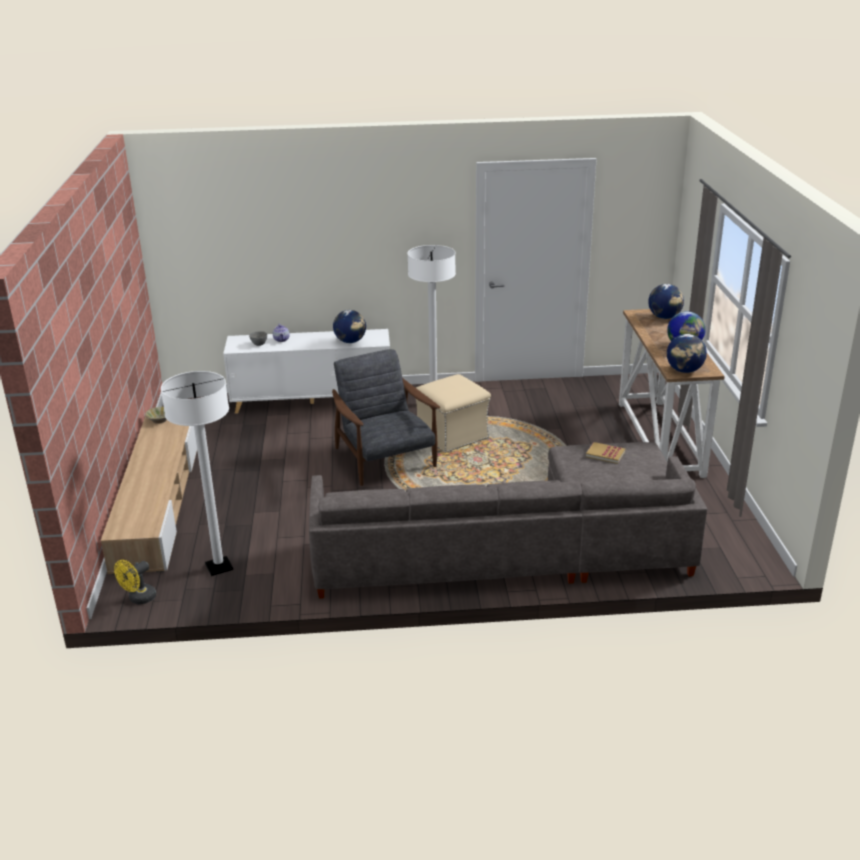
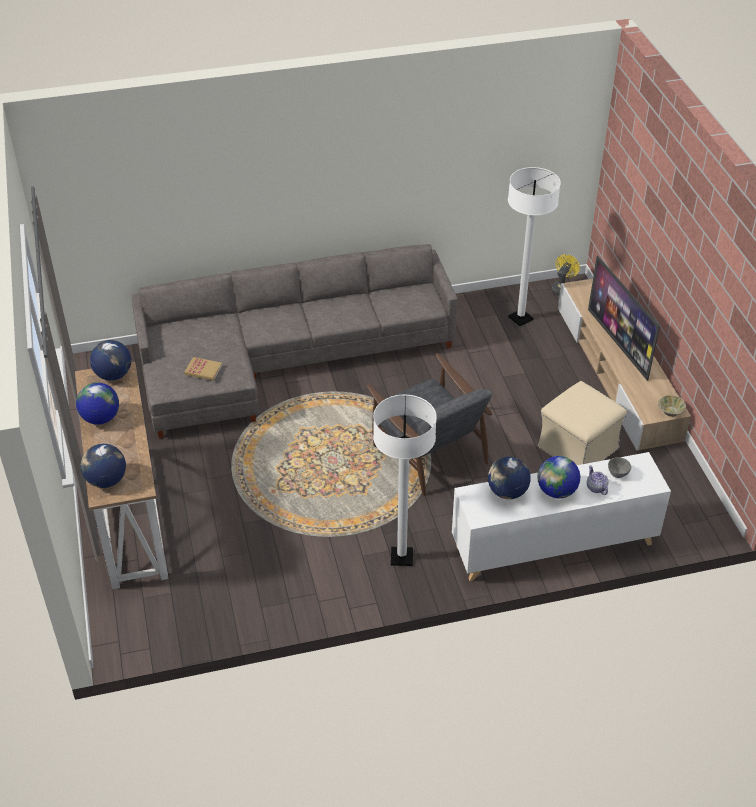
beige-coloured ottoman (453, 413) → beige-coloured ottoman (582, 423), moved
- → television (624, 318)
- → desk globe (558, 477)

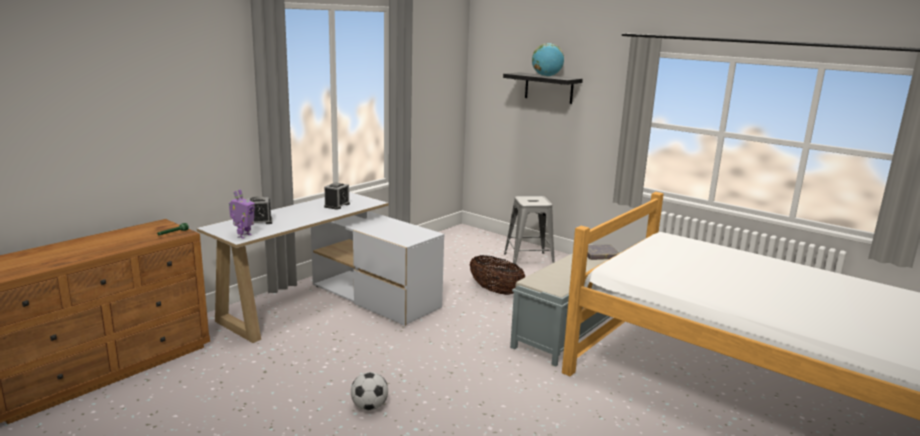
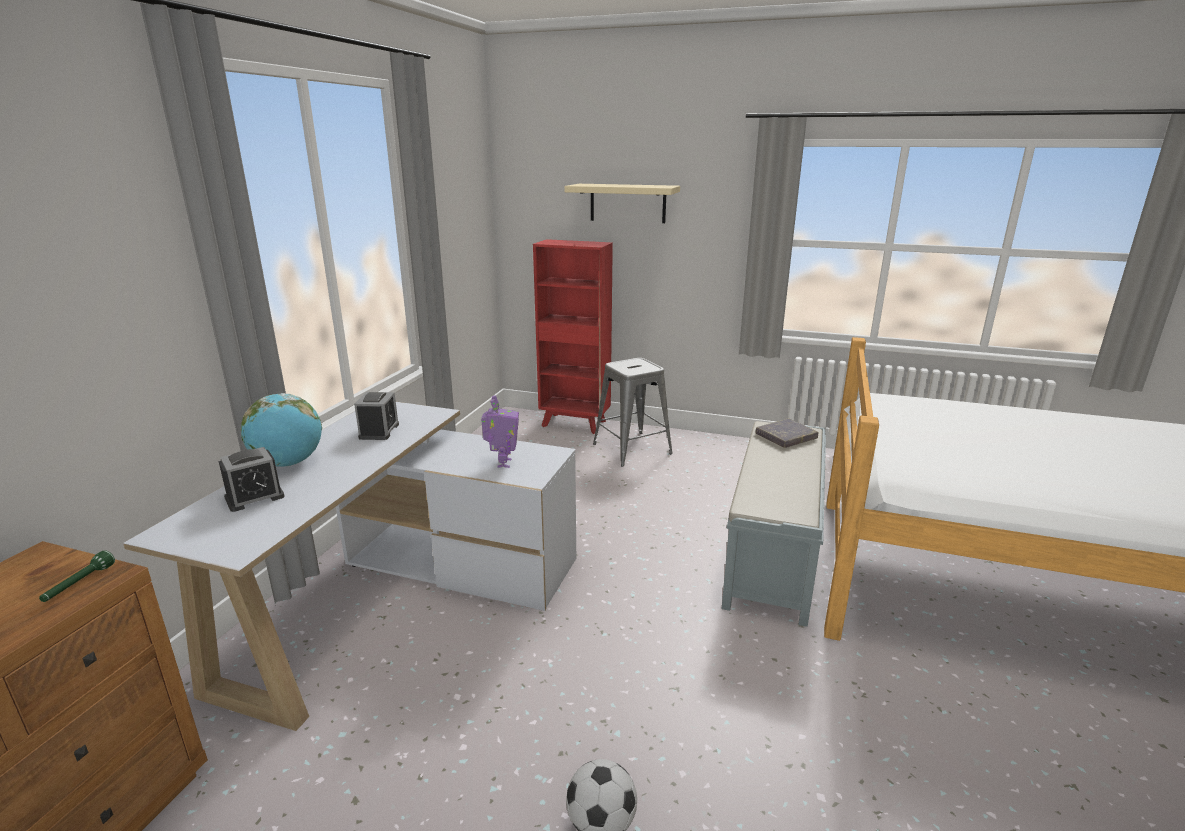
desk globe (548, 60) → desk globe (281, 430), moved
black bracket shelf (543, 88) → beige-coloured bracket shelf (622, 203)
model robot (242, 214) → model robot (500, 431), moved
household basket (497, 275) → -
- → red shelving unit (573, 336)

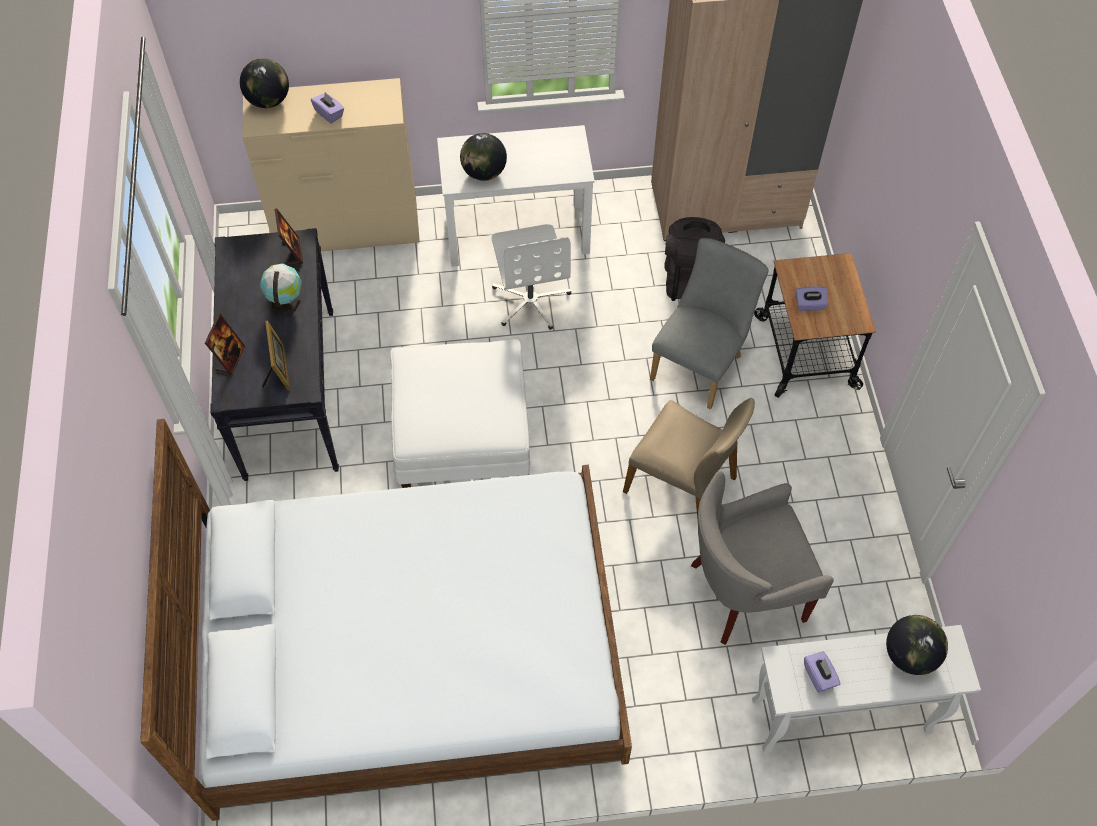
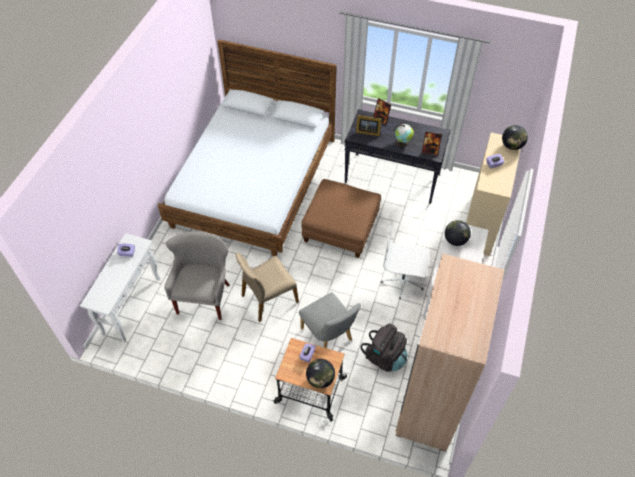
white-coloured ottoman (460, 413) → brown ottoman (341, 218)
desk globe (917, 645) → desk globe (320, 373), moved

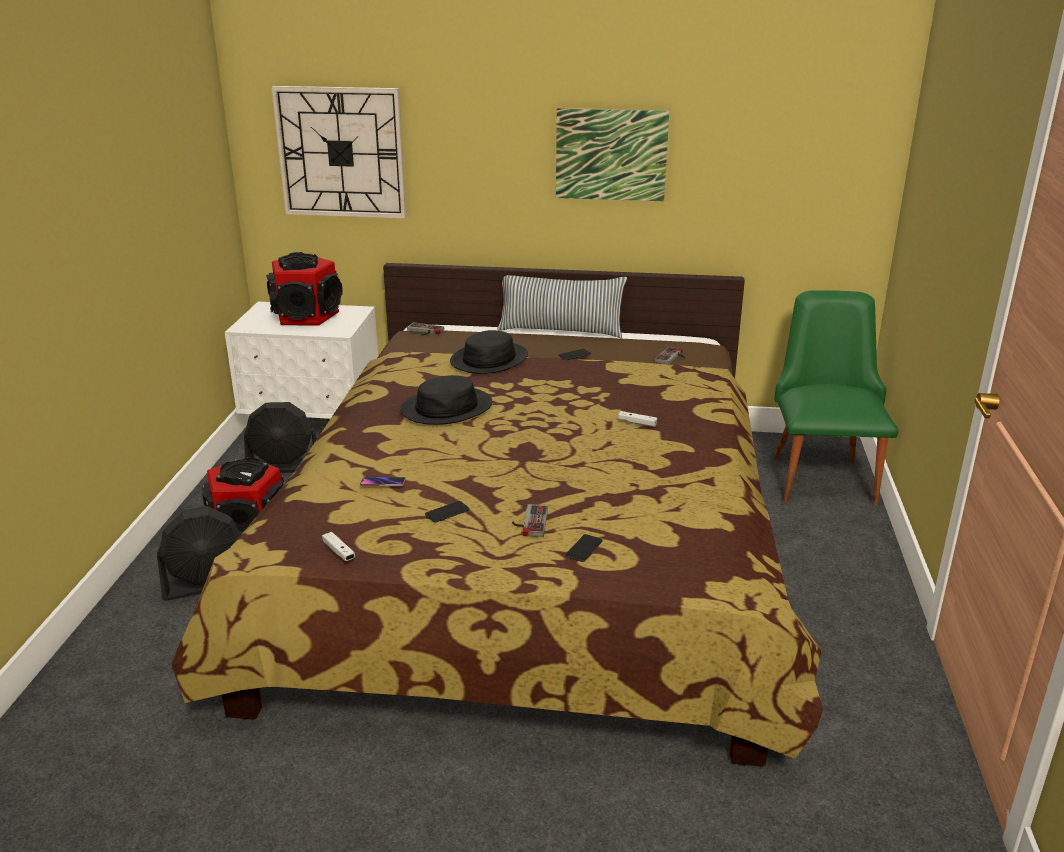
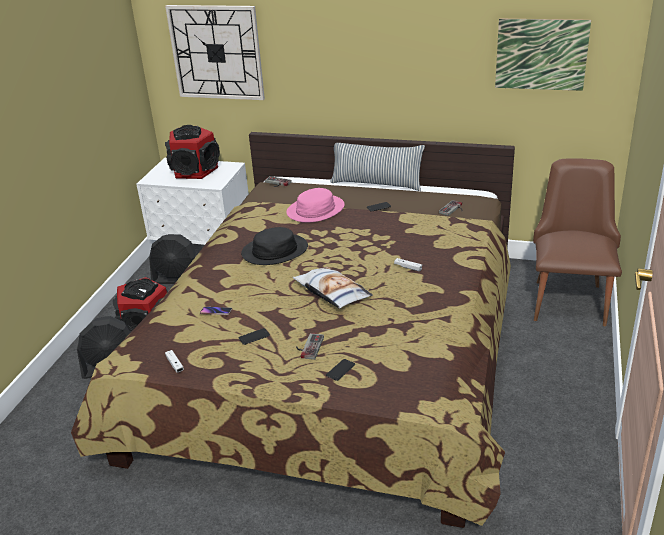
picture (613, 154) → picture (543, 55), moved
greenish plain chair (836, 398) → brown plain chair (577, 243)
black clothing hat (489, 352) → pink clothing hat (315, 205)
- → cushion (332, 288)

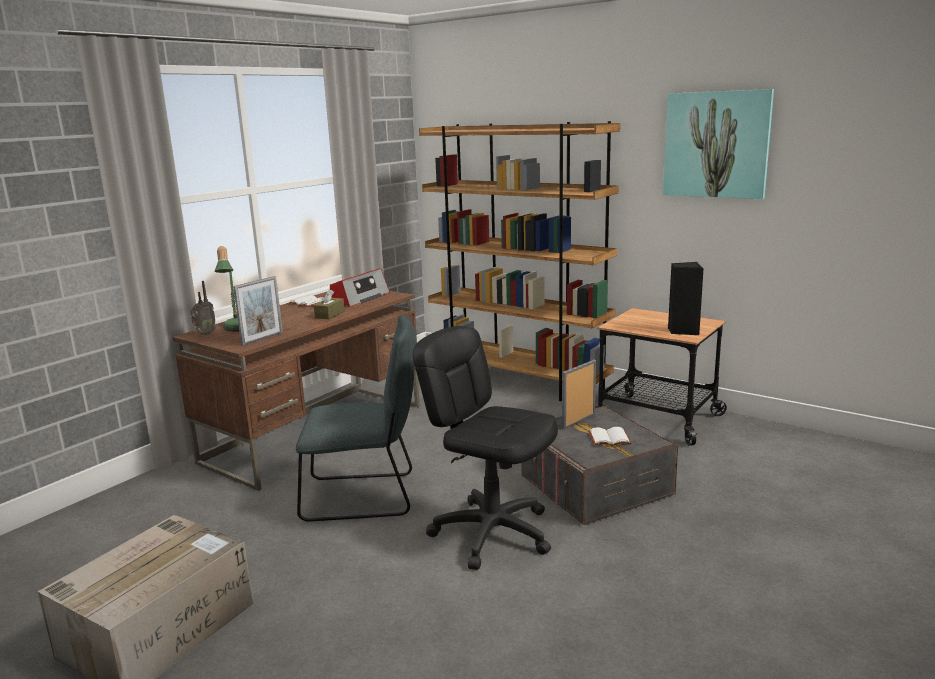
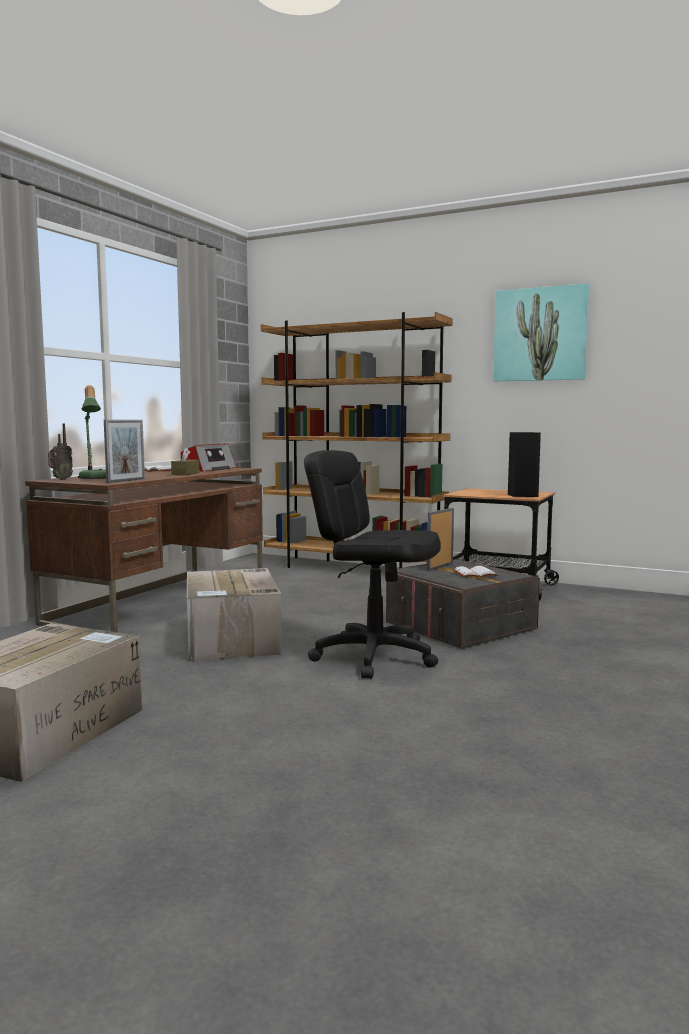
gray plain chair (356, 418) → carton (234, 614)

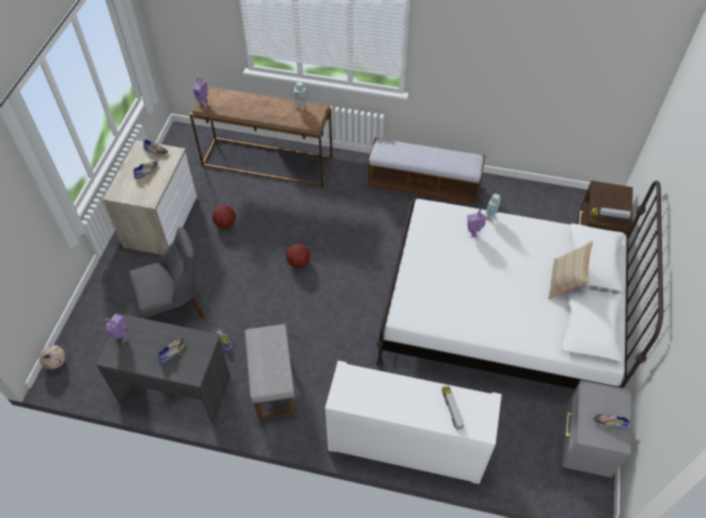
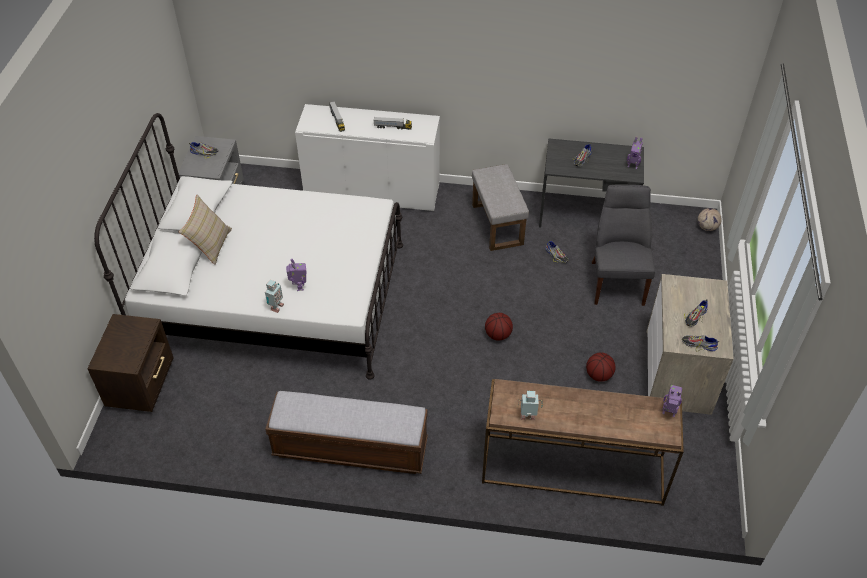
toy truck (611, 213) → toy truck (393, 123), moved
gray plain chair (167, 273) → gray plain chair (623, 245), 120 degrees clockwise

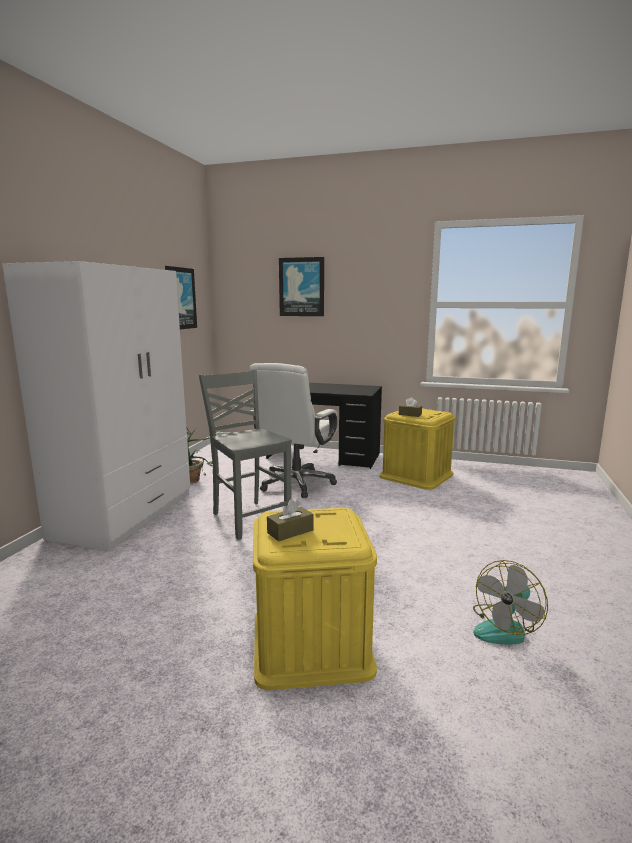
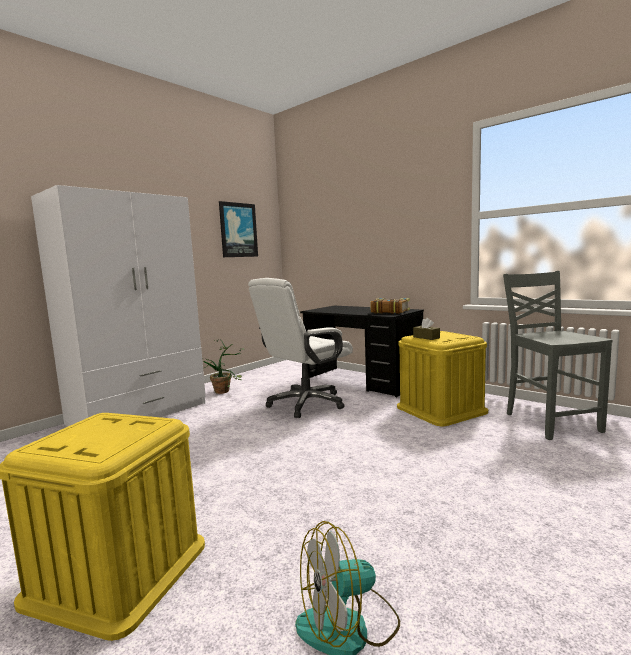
picture (301, 286) → -
gray plain chair (245, 455) → gray plain chair (557, 355), moved
brown box of tissues (290, 520) → -
- → bound book (390, 306)

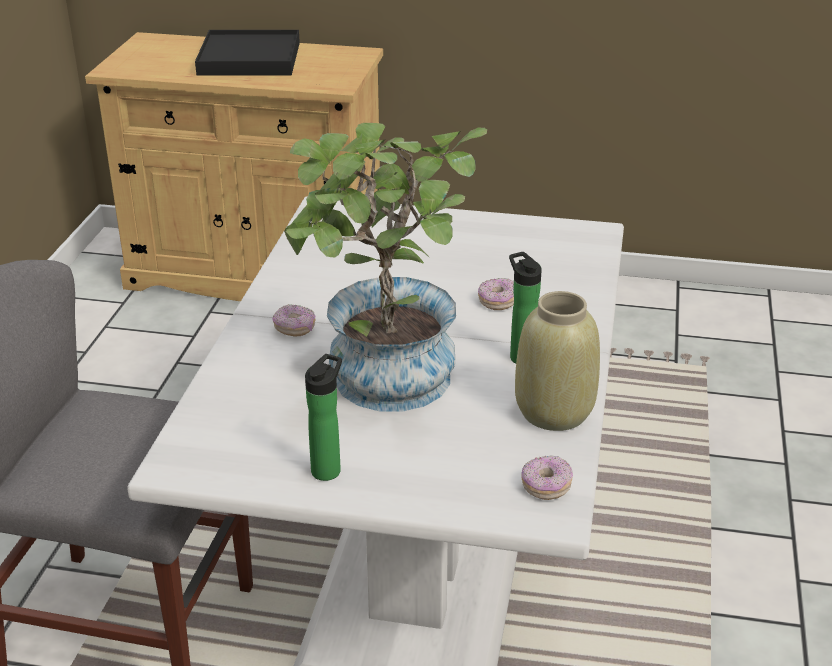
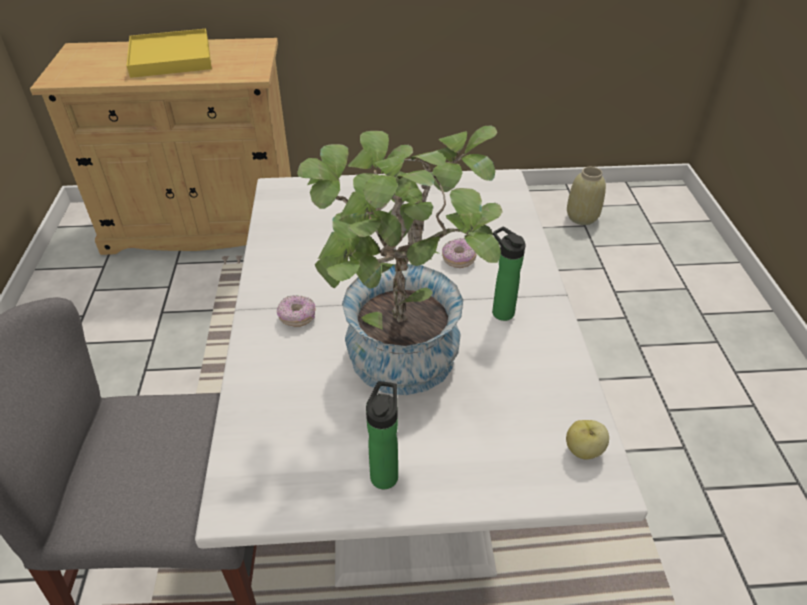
black tray (247, 53) → yellow tray (169, 53)
beige-coloured vase (557, 361) → beige-coloured vase (586, 196), moved
donut (547, 477) → apple fruit (587, 439)

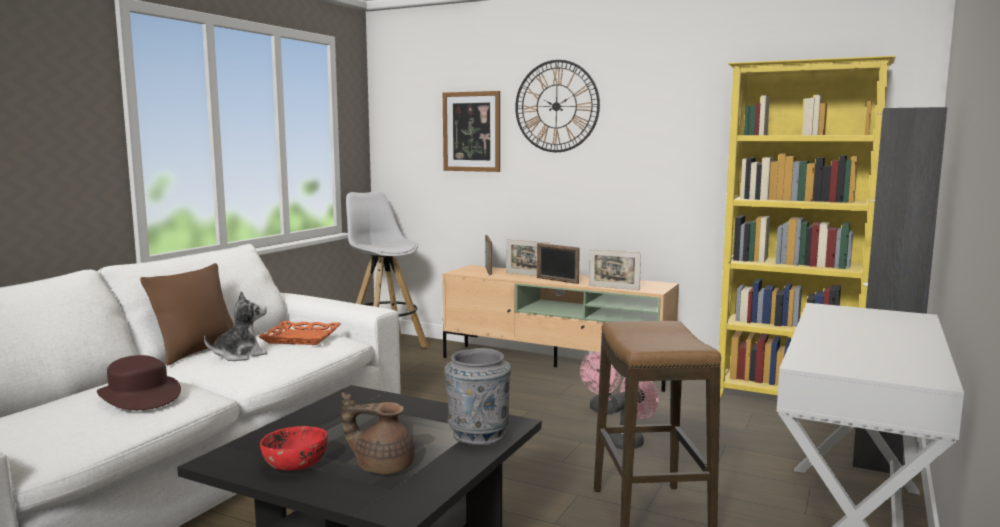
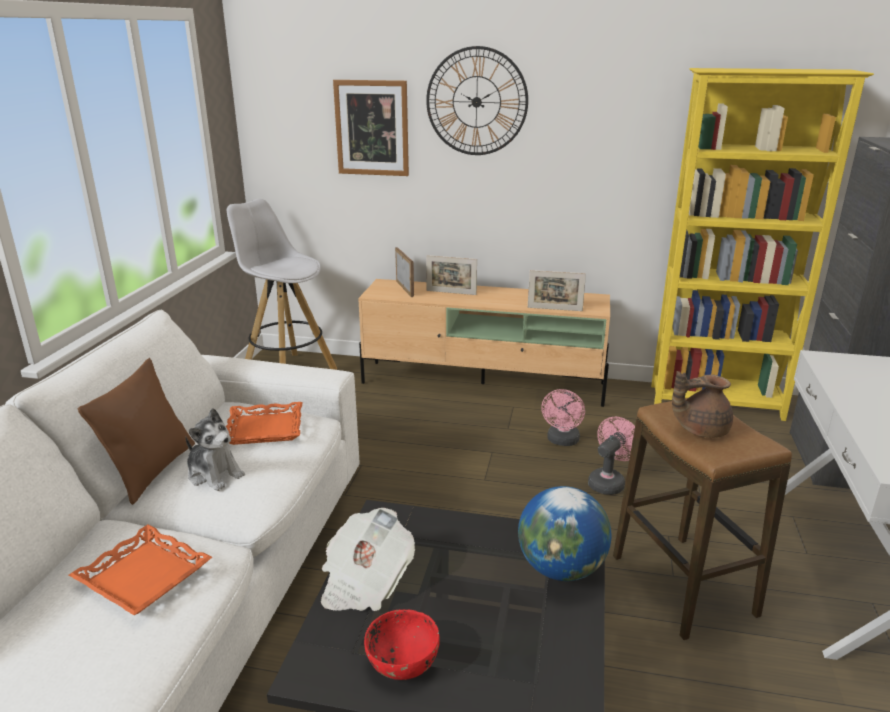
photo frame (558, 263) → -
soft toy (235, 326) → soft toy (215, 449), 90 degrees clockwise
gray vase (478, 396) → desk globe (564, 533)
brown clothing hat (139, 382) → orange tray (140, 569)
brown pot for tea (378, 433) → brown pot for tea (702, 404), moved
- → newspaper (368, 559)

